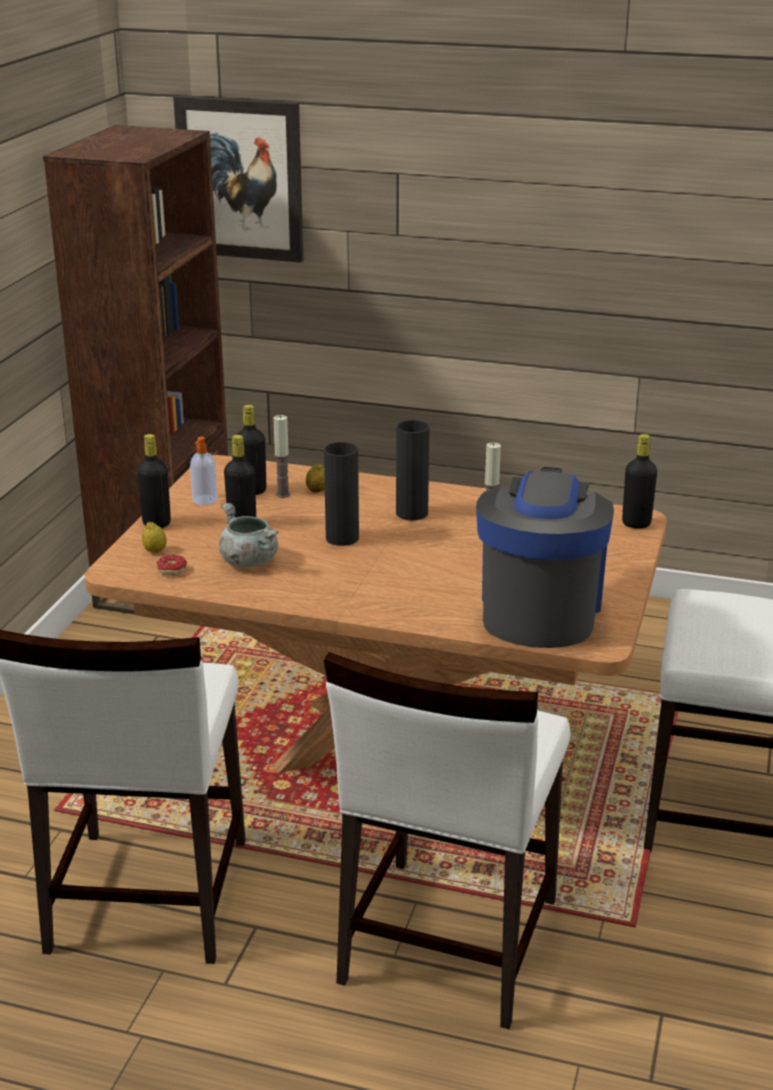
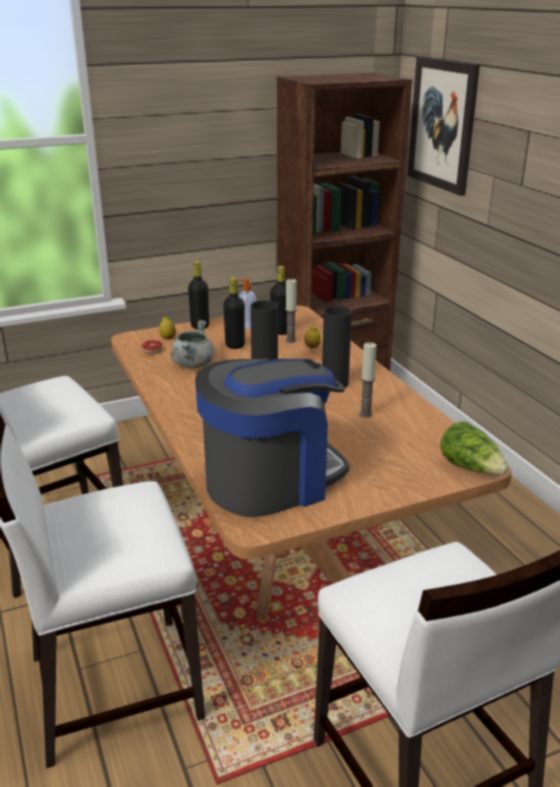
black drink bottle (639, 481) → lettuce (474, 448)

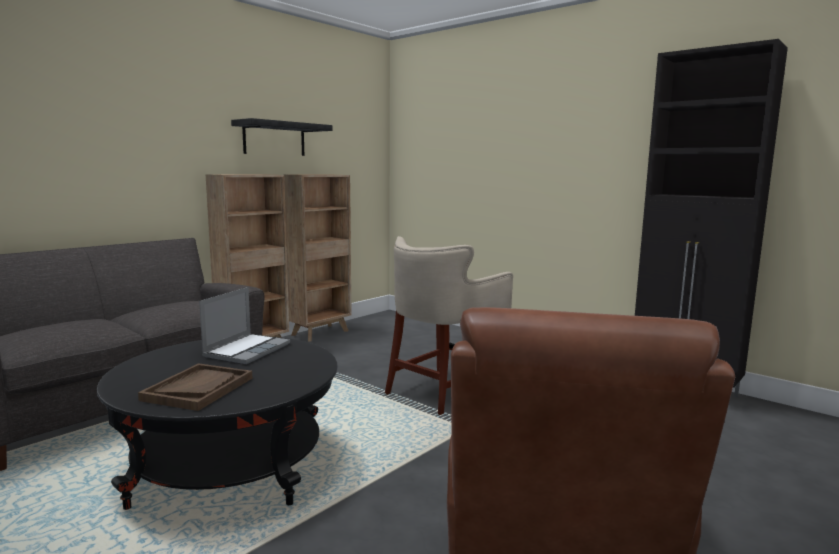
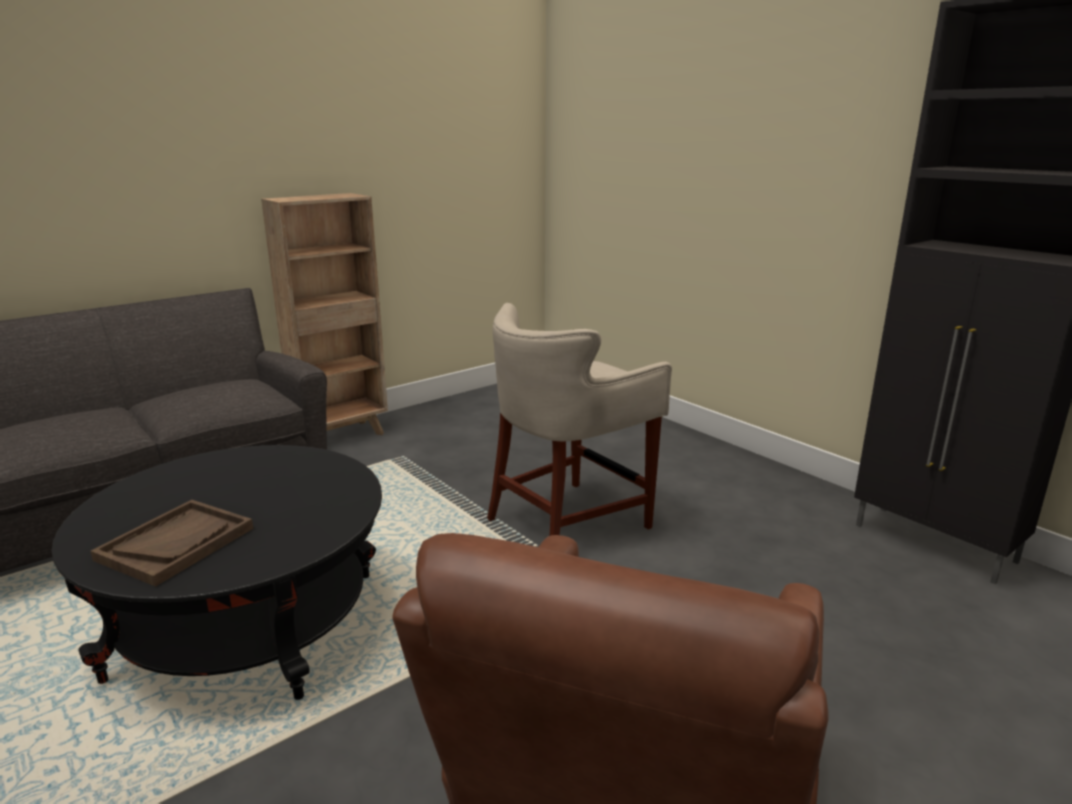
black bracket shelf (282, 137) → -
brown shelving unit (317, 258) → -
laptop (244, 325) → -

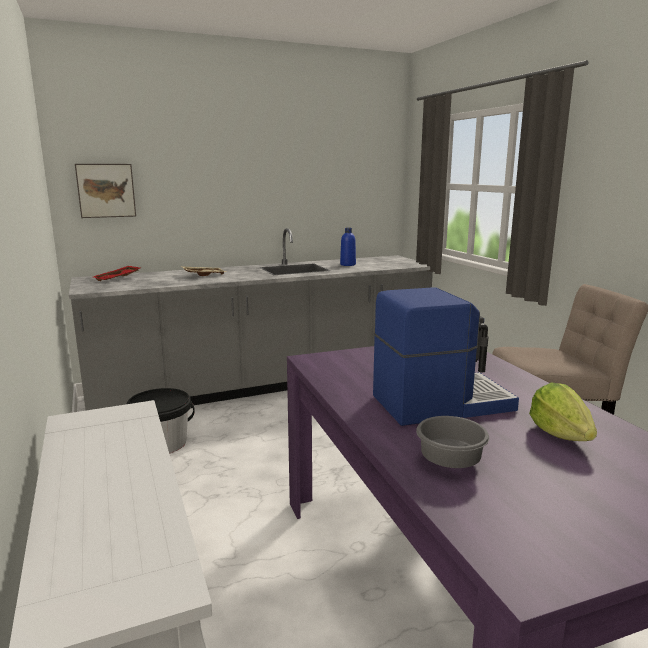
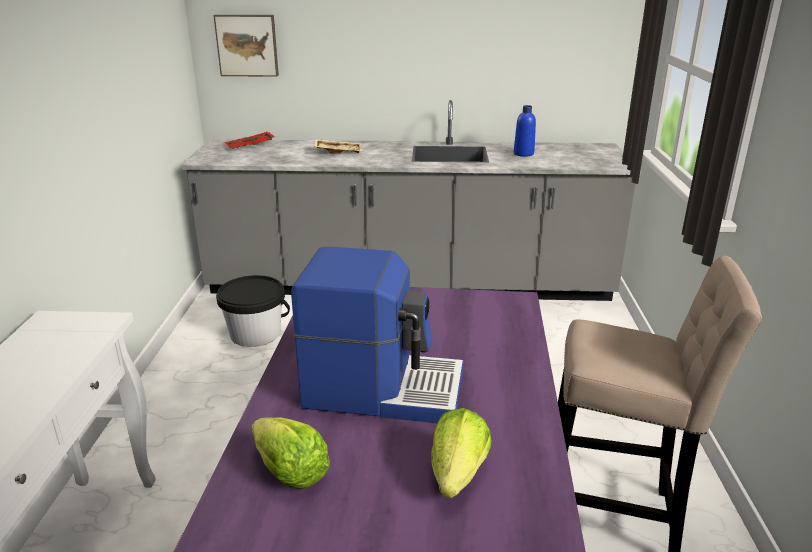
gray serving bowl (452, 442) → lettuce (291, 453)

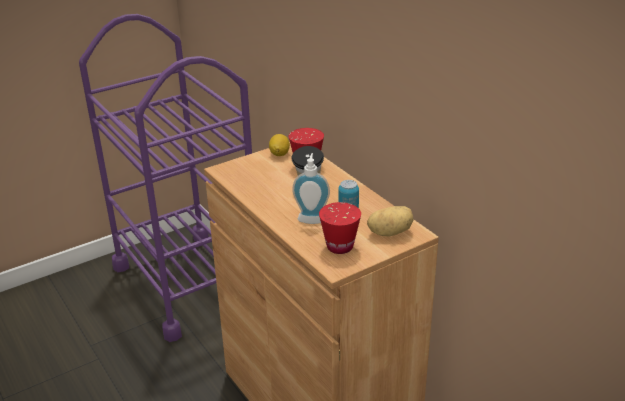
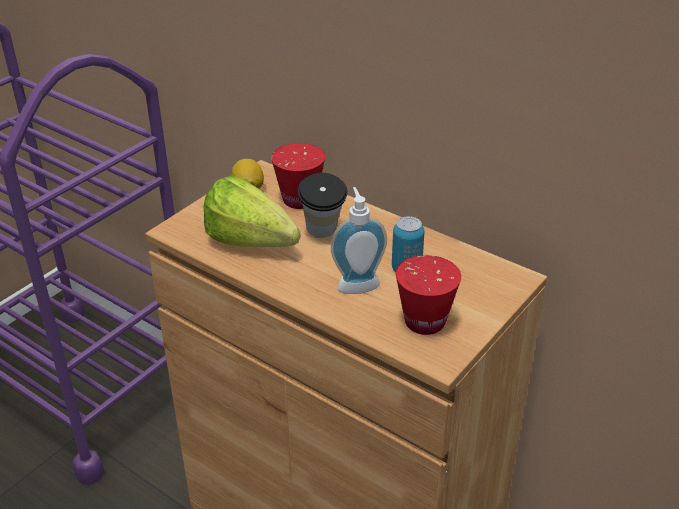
potato (390, 221) → -
- → lettuce (252, 211)

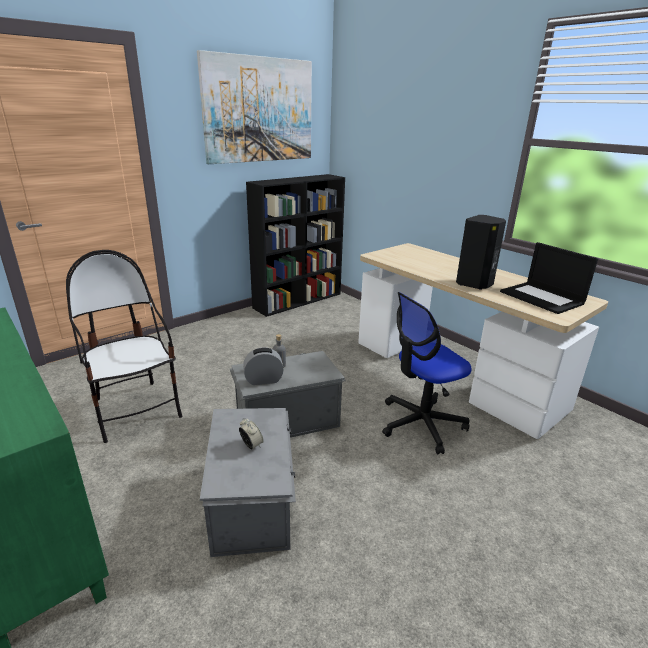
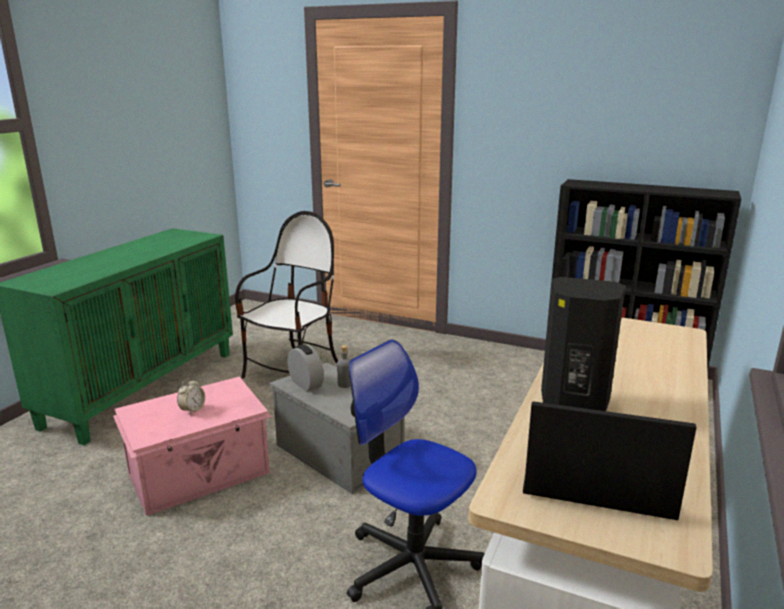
picture (254, 107) → -
laptop (549, 278) → laptop (610, 460), 75 degrees clockwise
gray storage bin (248, 482) → pink storage bin (192, 446)

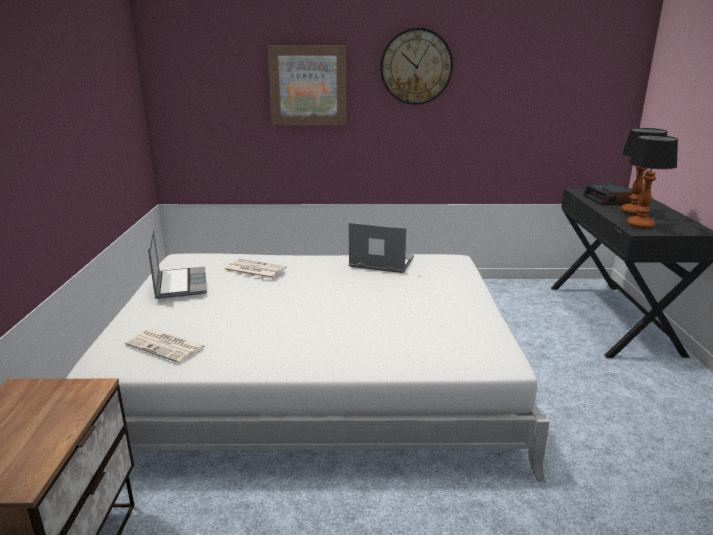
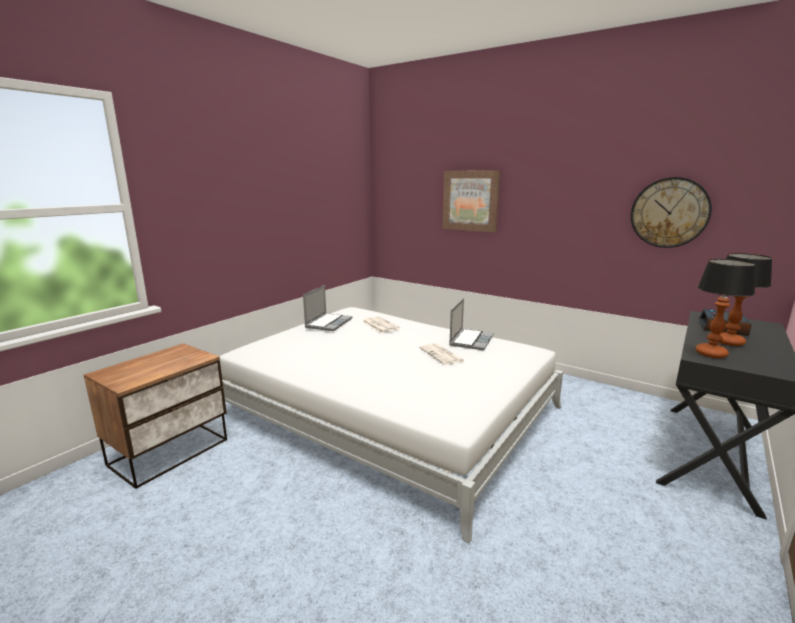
clock on the wall (416, 66) → clock on the wall (671, 212), moved
laptop (381, 247) → laptop (471, 324), 60 degrees clockwise
newspaper (165, 346) → newspaper (441, 354), moved

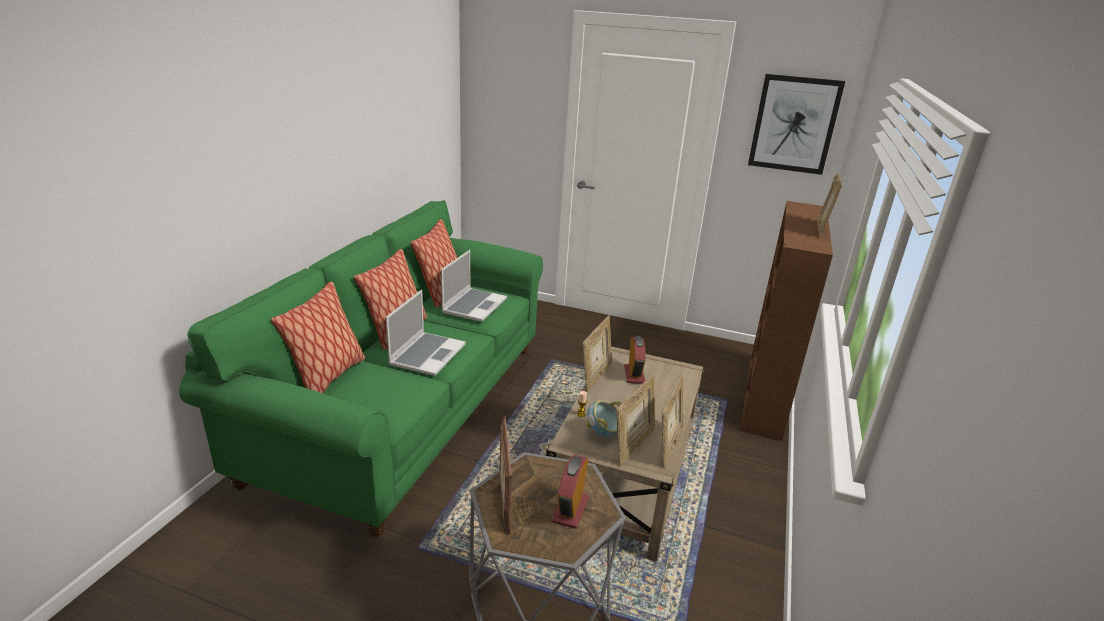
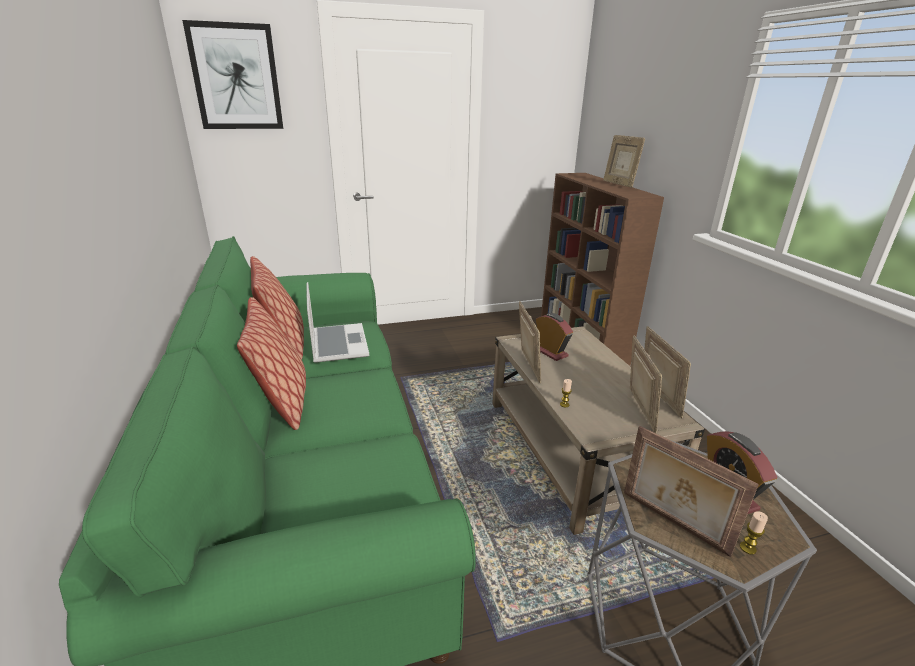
picture (796, 124) → picture (232, 74), moved
cushion (318, 337) → -
laptop (426, 333) → -
serving bowl (603, 418) → -
- → candle (754, 532)

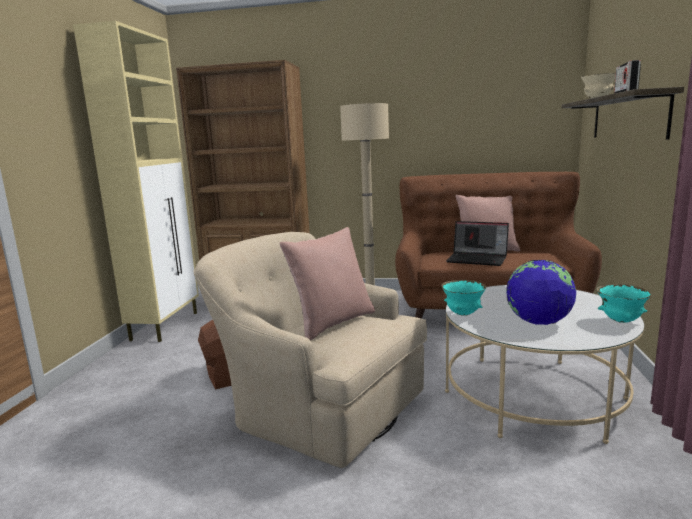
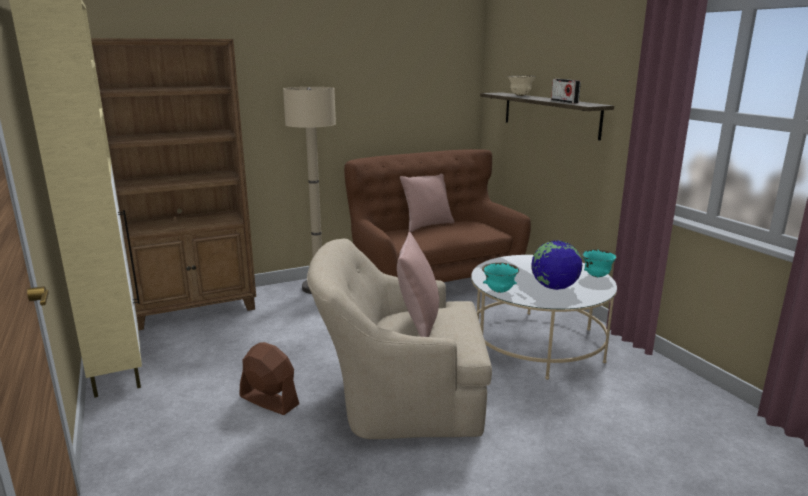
laptop (477, 243) → -

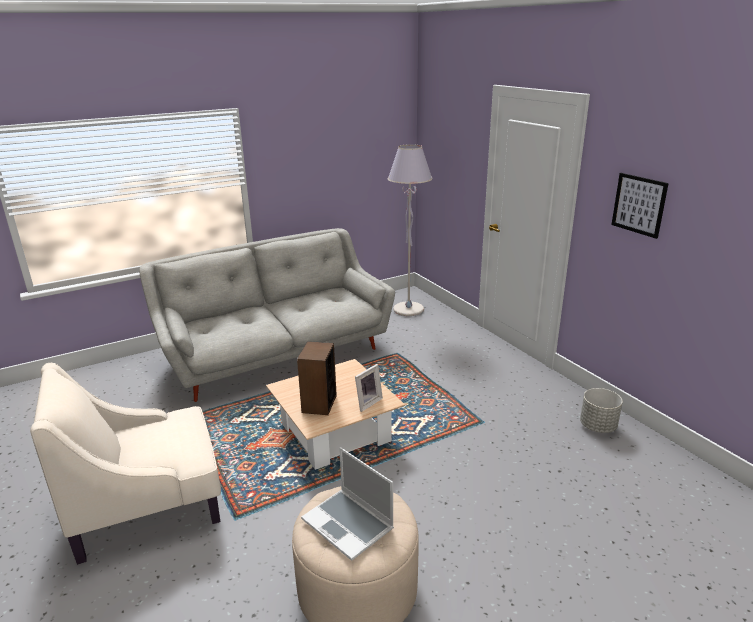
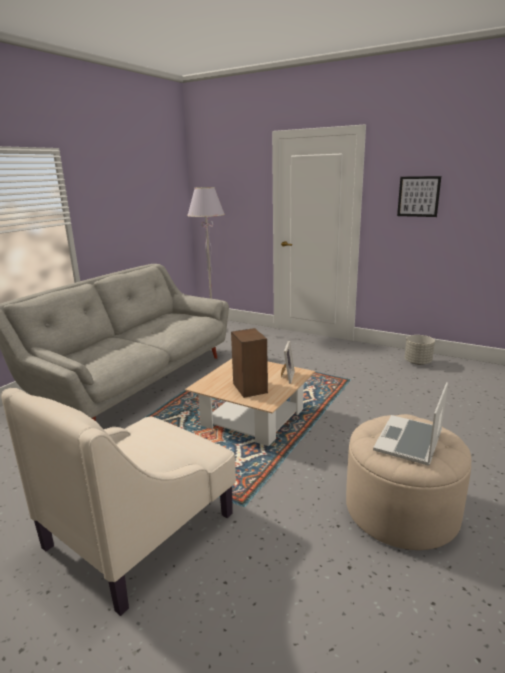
laptop (347, 504) → laptop (410, 424), 105 degrees clockwise

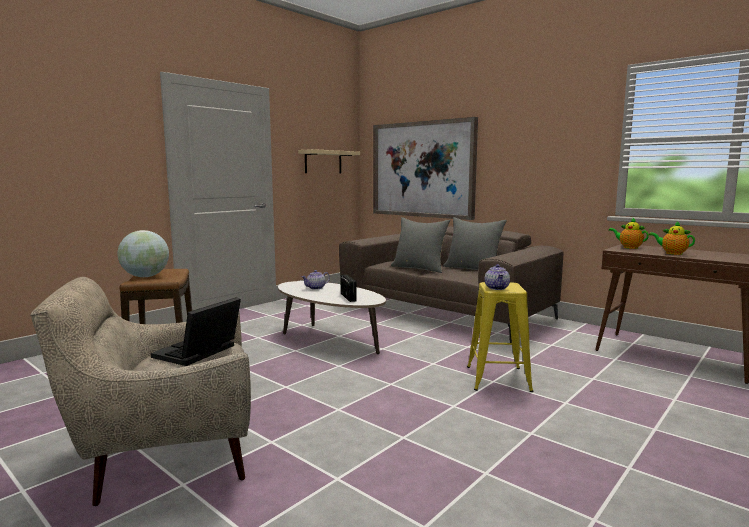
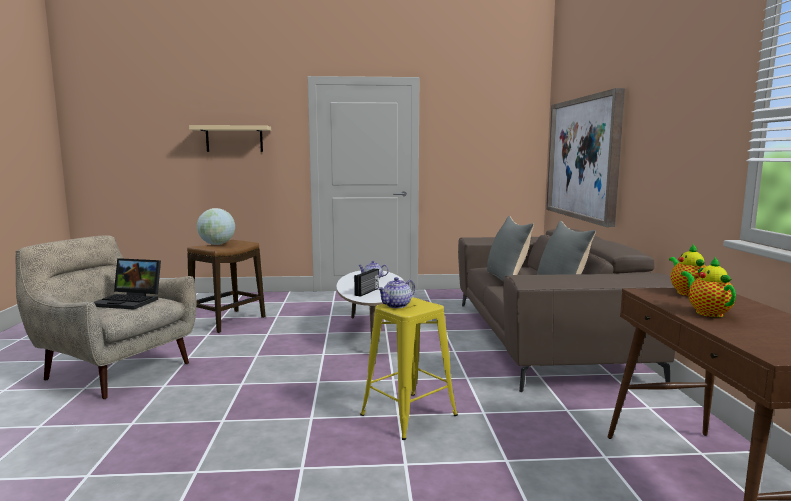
beige-coloured bracket shelf (329, 161) → beige-coloured bracket shelf (230, 138), moved
laptop (196, 331) → laptop (127, 284), 150 degrees counterclockwise

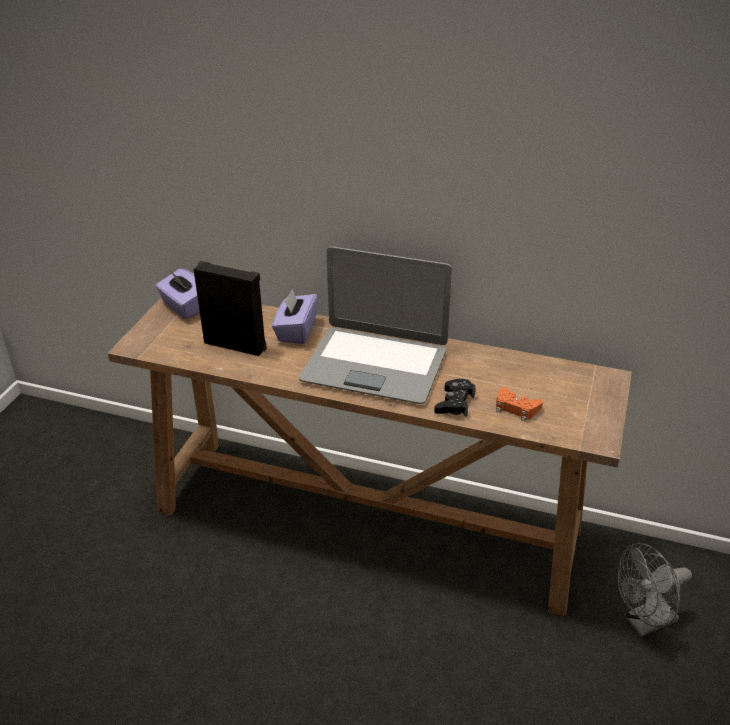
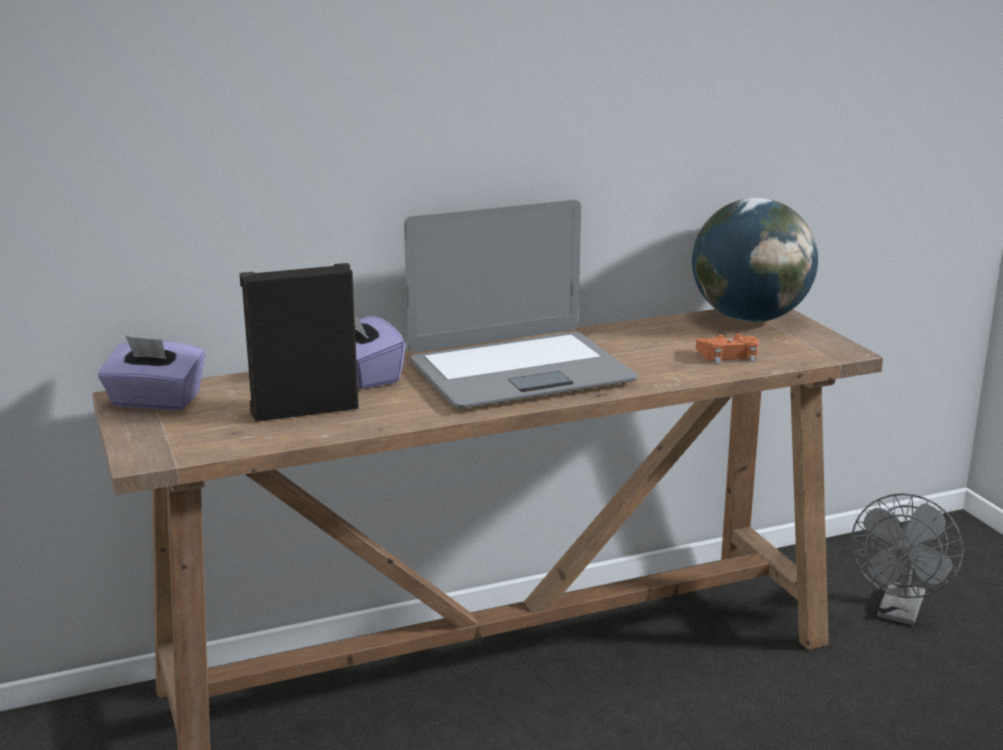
black joypad (454, 397) → -
- → desk globe (755, 260)

